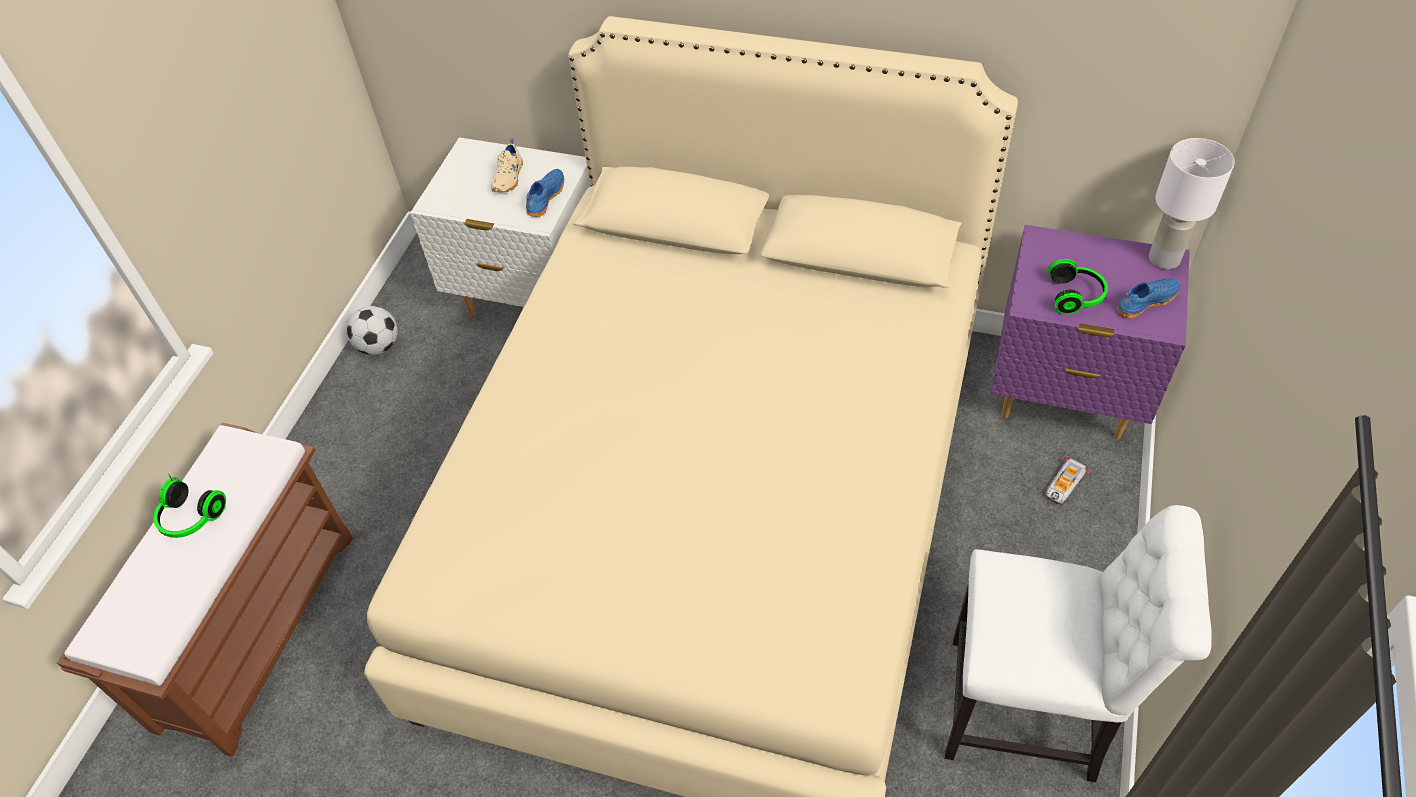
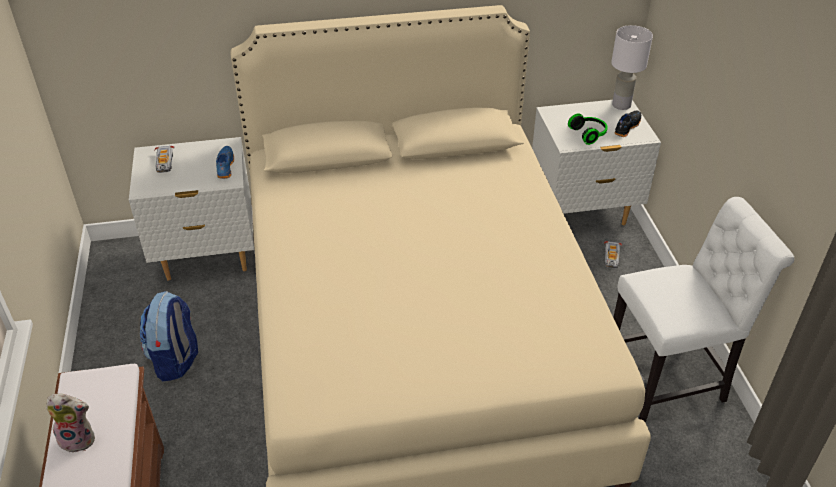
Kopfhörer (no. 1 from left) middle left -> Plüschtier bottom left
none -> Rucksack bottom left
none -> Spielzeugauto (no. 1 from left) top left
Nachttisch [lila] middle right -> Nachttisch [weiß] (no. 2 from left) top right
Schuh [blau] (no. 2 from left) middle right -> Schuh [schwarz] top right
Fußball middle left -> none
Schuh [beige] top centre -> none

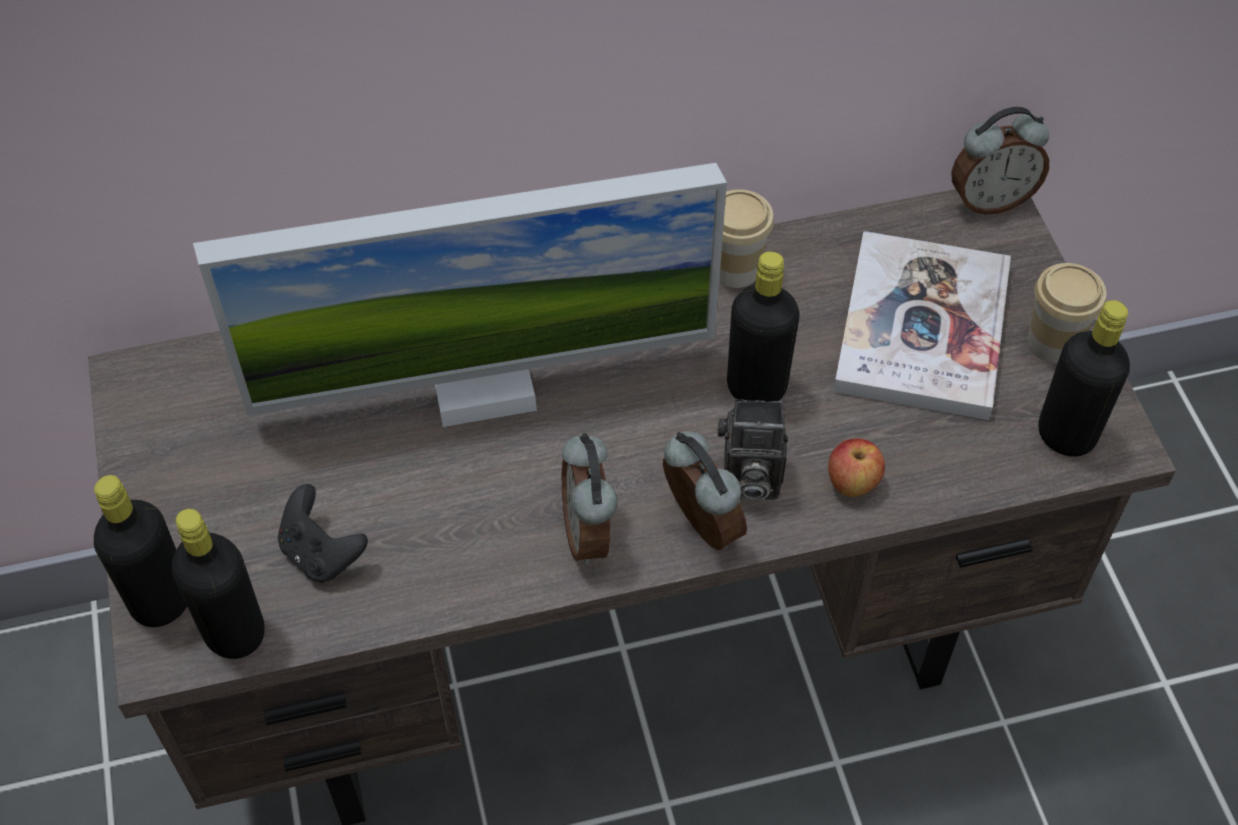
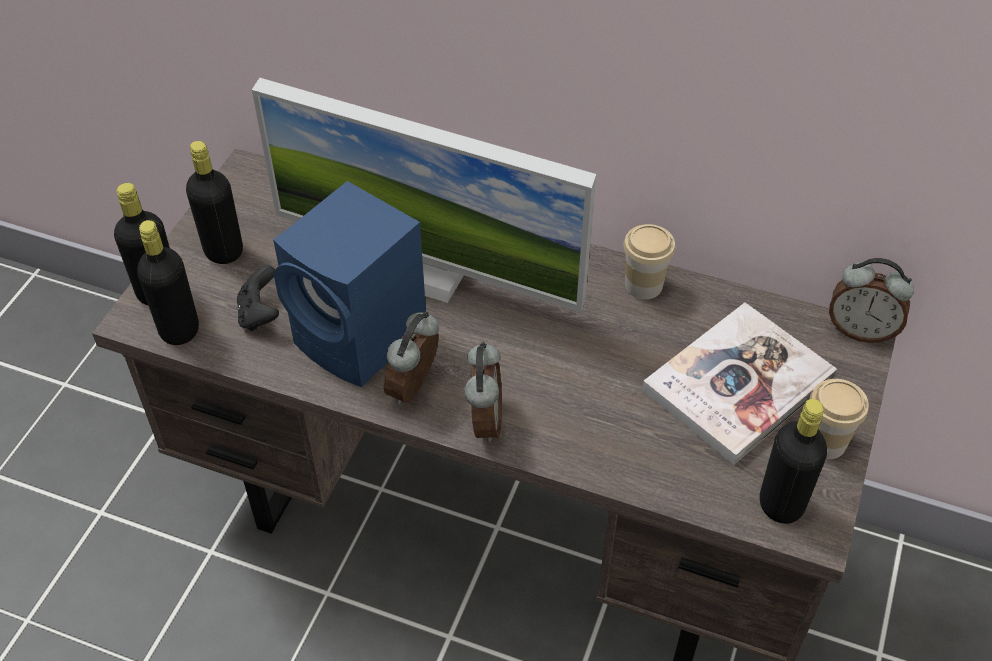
Flasche [schwarz] (no. 3 from left) centre -> Flasche [schwarz] (no. 3 from left) top left, relocated
none -> Lautsprecher [blau] centre
Kamera centre -> none
Apfel middle right -> none

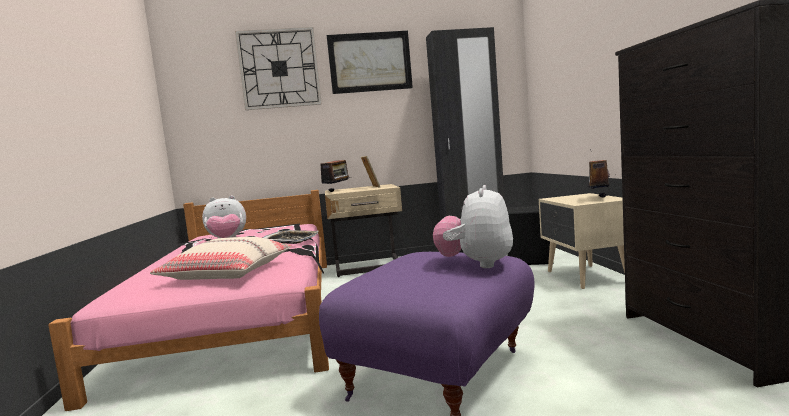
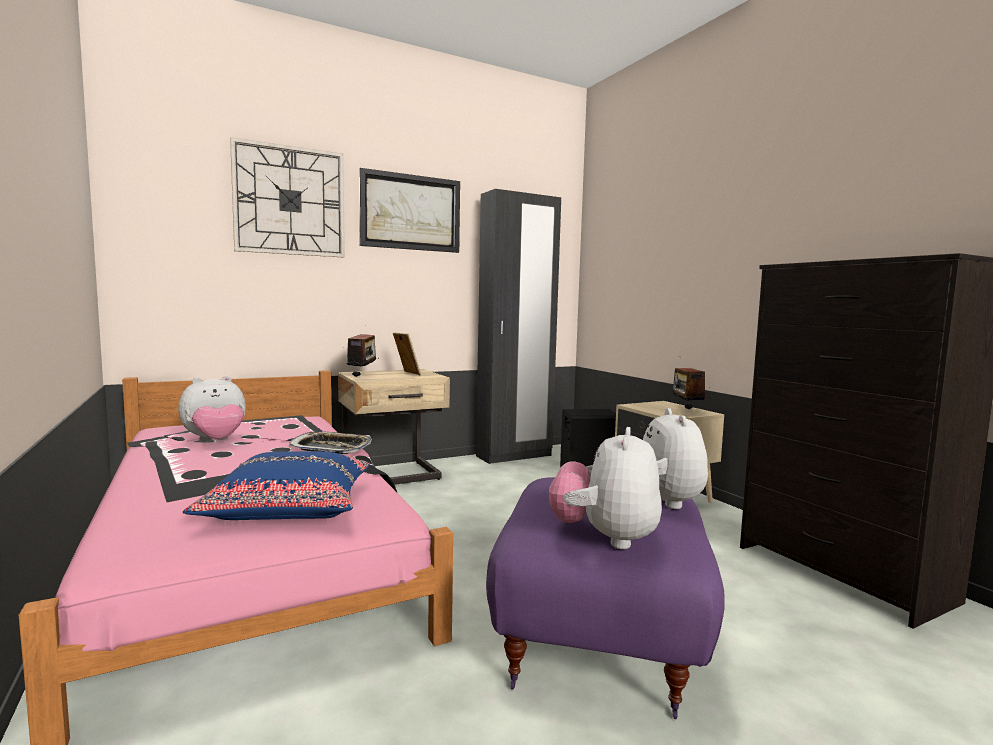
Kissen [beige] middle left -> Kissen [blau] middle left
none -> Plüschtier (no. 2 from left) centre

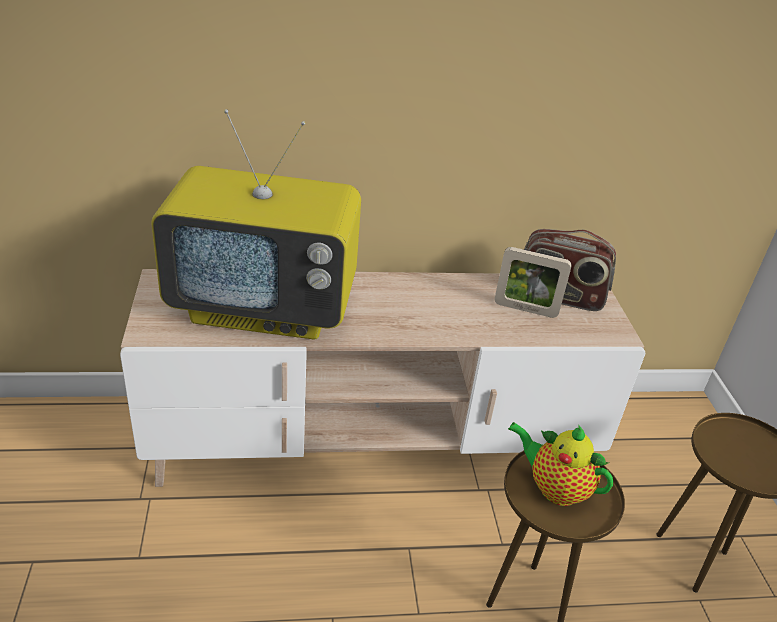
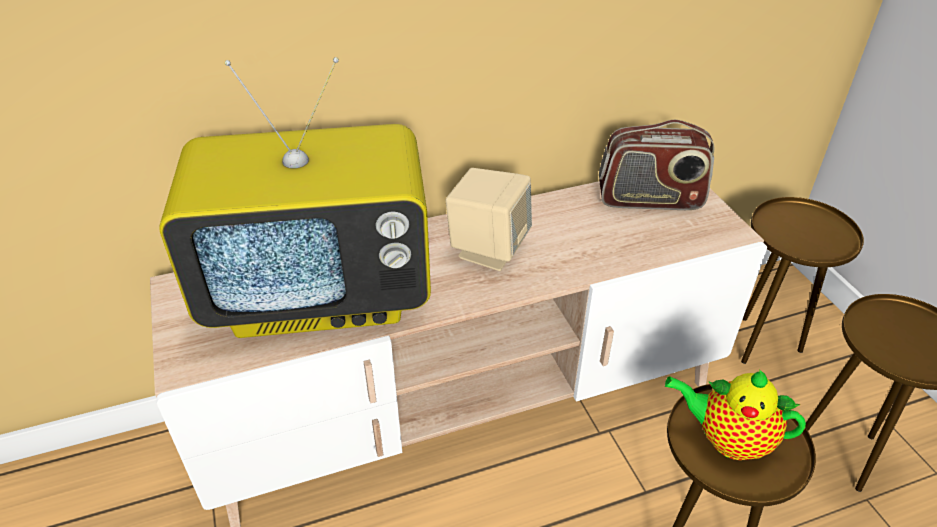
none -> Lautsprecher [beige] centre
none -> Beistelltisch [braun] (no. 2 from left) middle right
Bilderrahmen middle right -> none

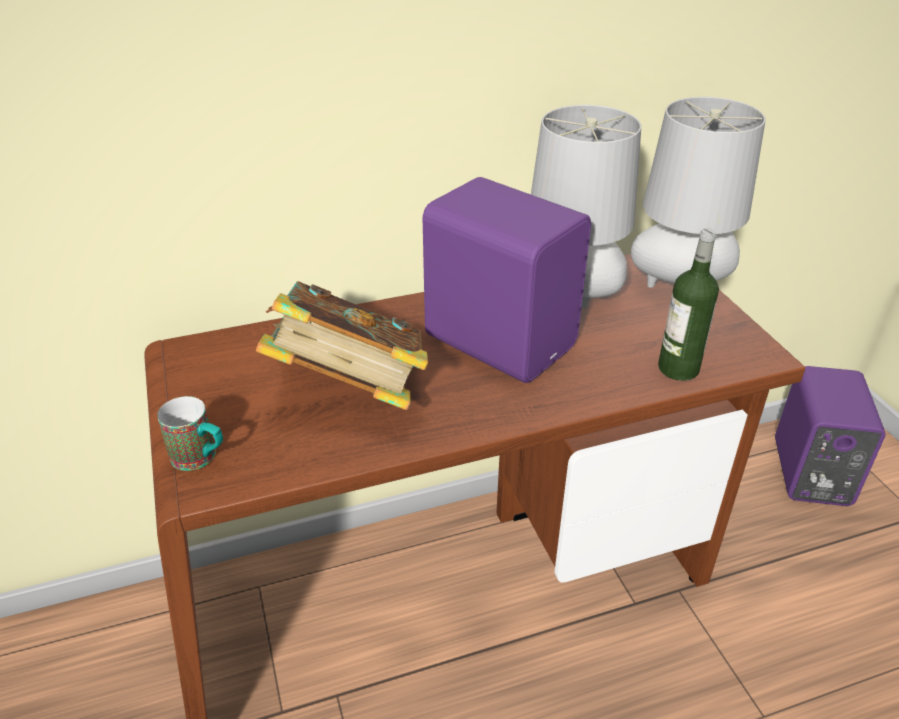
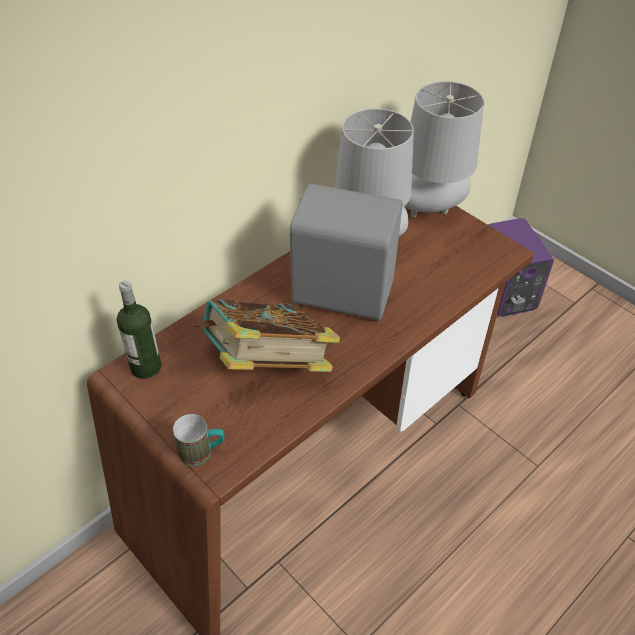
Flasche middle right -> Flasche middle left, relocated
Lautsprecher [lila] (no. 1 from left) centre -> Lautsprecher [grau] centre

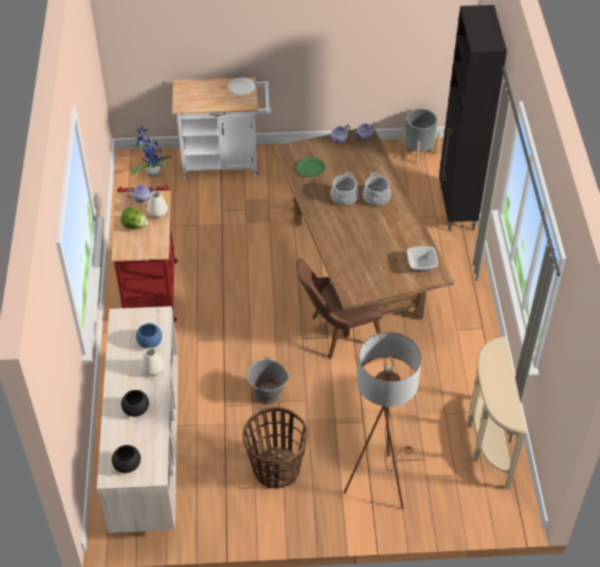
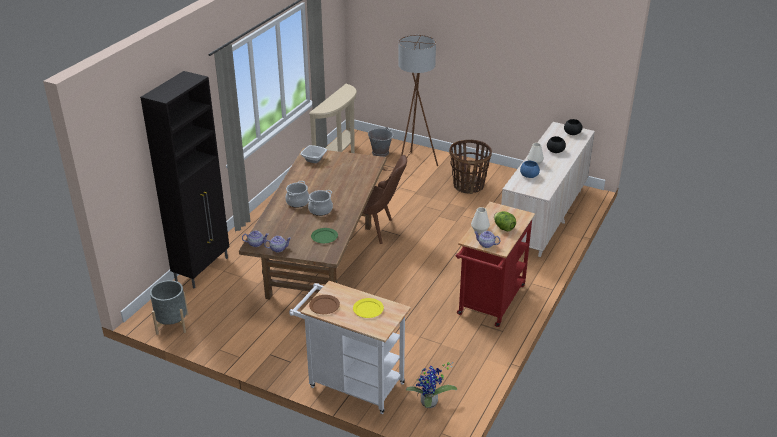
Teller [weiß] top centre -> Teller [braun] bottom centre
none -> Teller [gelb] bottom centre
Eimer [grau] bottom centre -> Eimer [grau] top centre, relocated

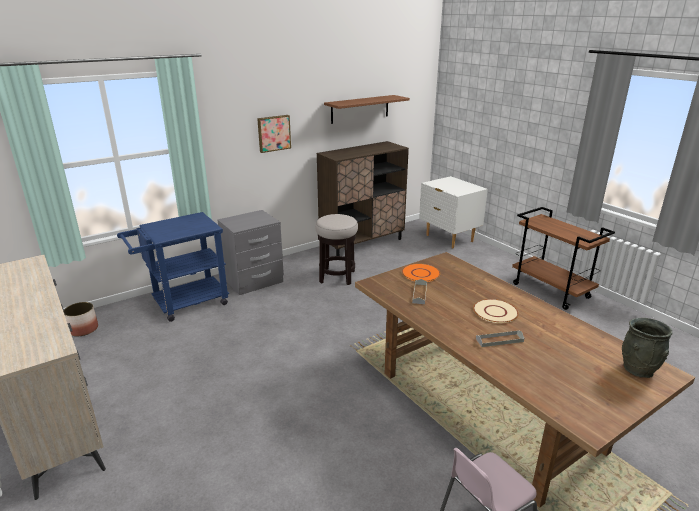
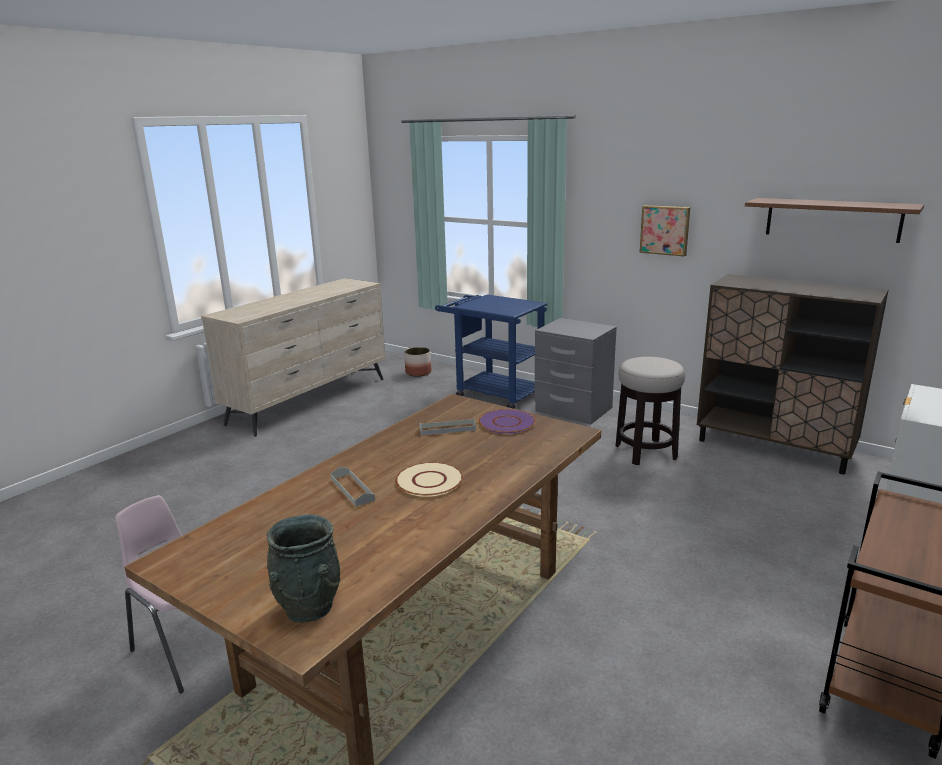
Teller [orange] centre -> Teller [lila] centre

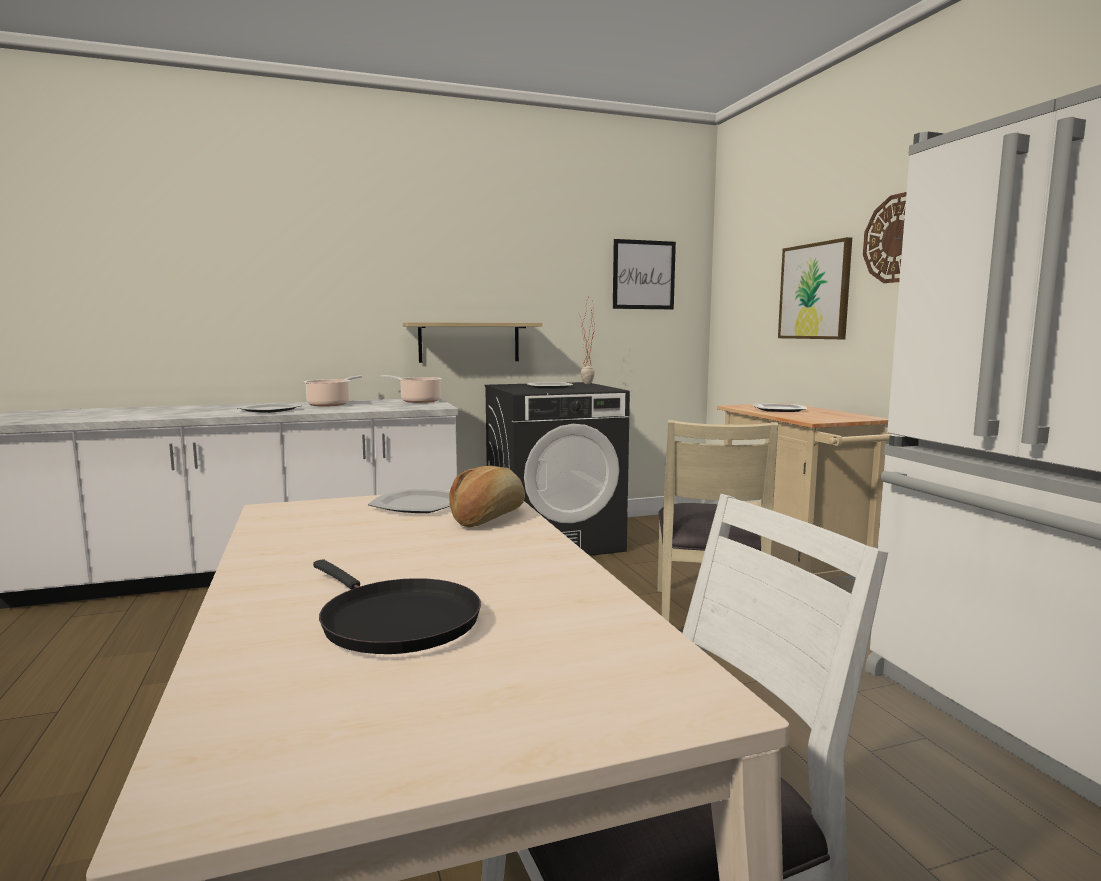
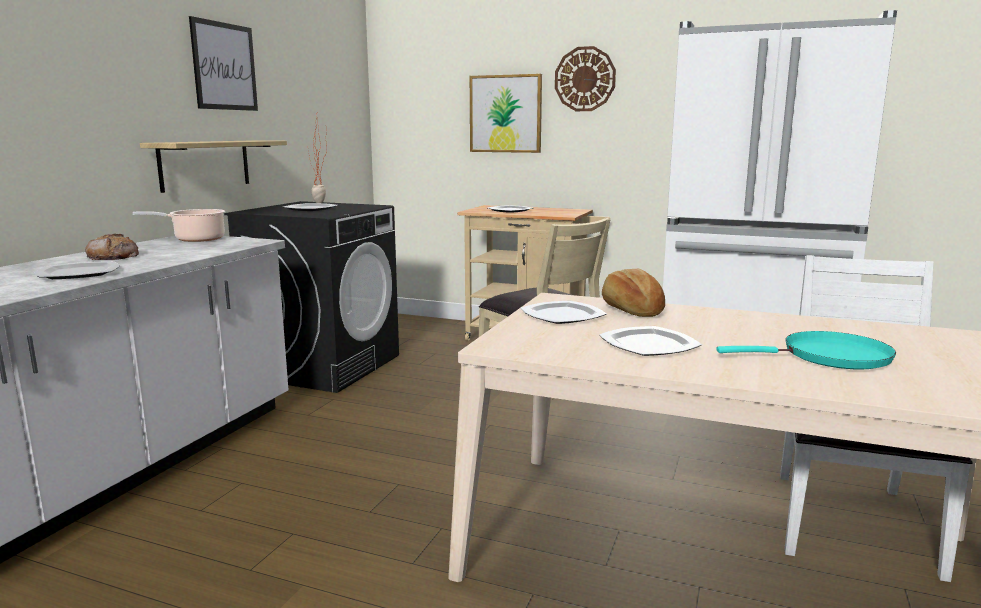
Kochtopf (no. 1 from left) middle left -> Brot (no. 1 from left) middle left
Bild (no. 1 from left) top centre -> Bild (no. 1 from left) top left, relocated
none -> Teller (no. 5 from left) centre
Pfanne [schwarz] bottom centre -> Pfanne [türkis] middle right

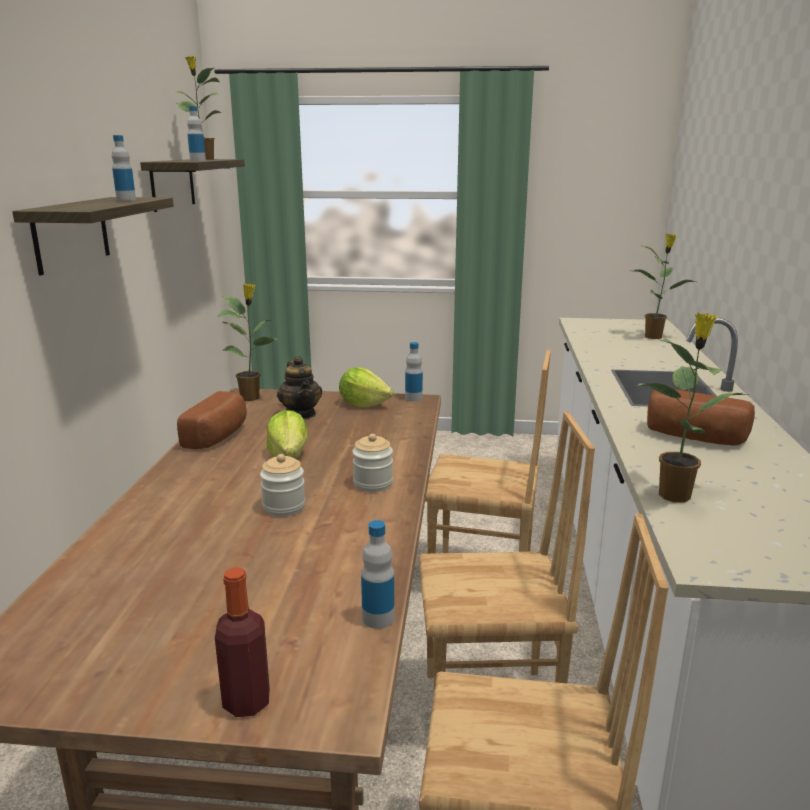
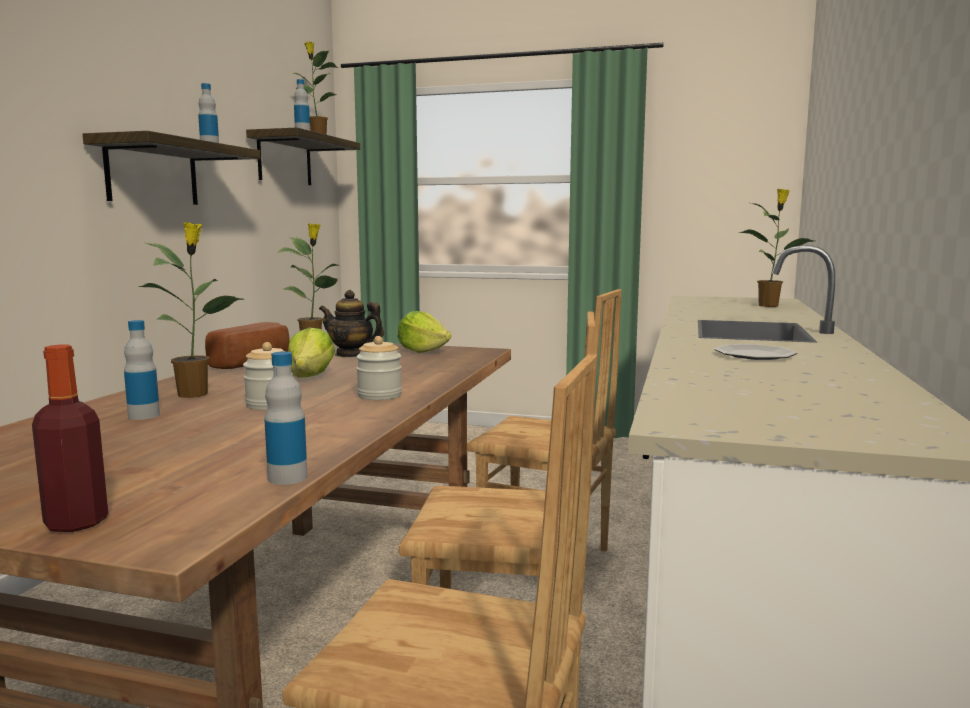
Flasche (no. 5 from left in the first image) centre -> Flasche (no. 2 from left) middle left, relocated
Topfpflanze (no. 4 from left in the first image) middle right -> Topfpflanze (no. 1 from left) middle left, relocated
Teekanne centre, 120 degrees clockwise
Brot (no. 2 from left) middle right -> Teller middle right

